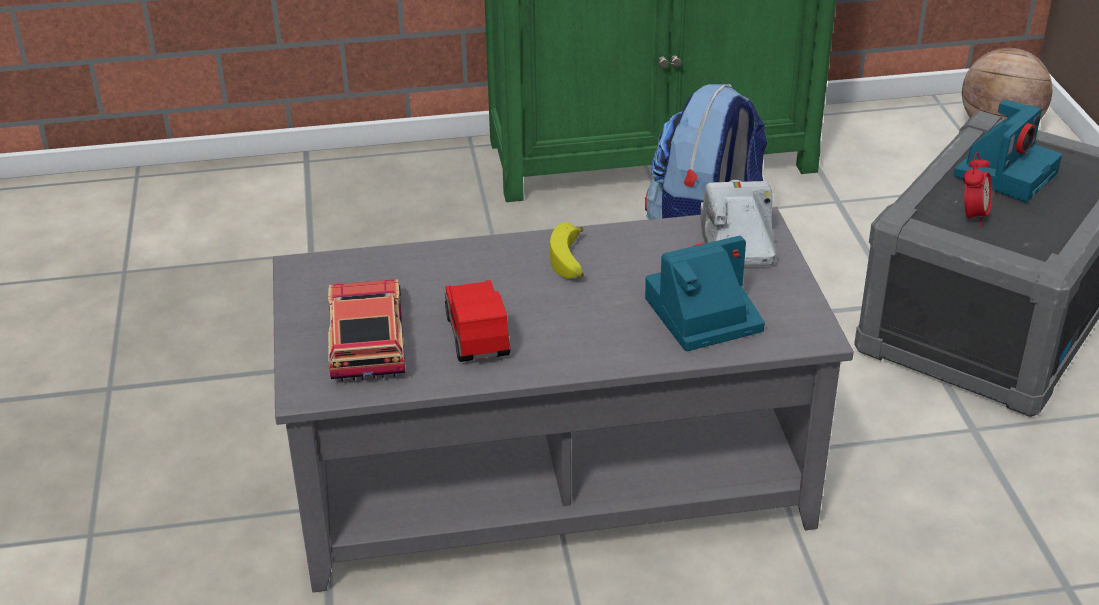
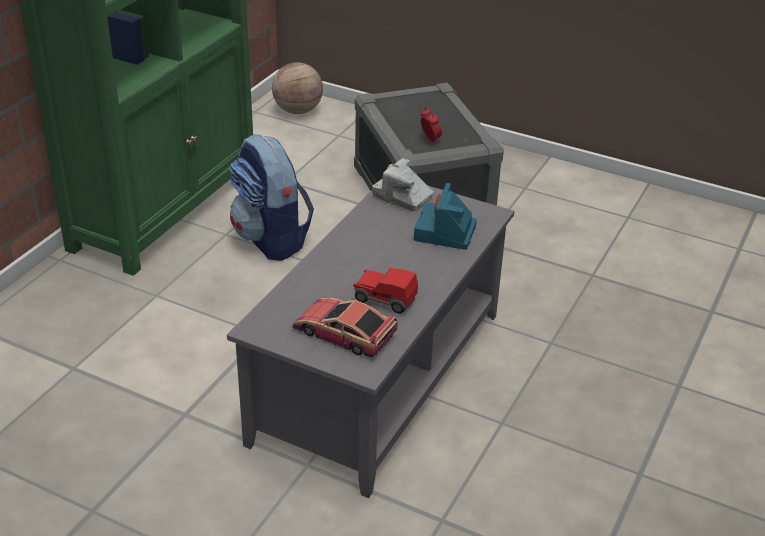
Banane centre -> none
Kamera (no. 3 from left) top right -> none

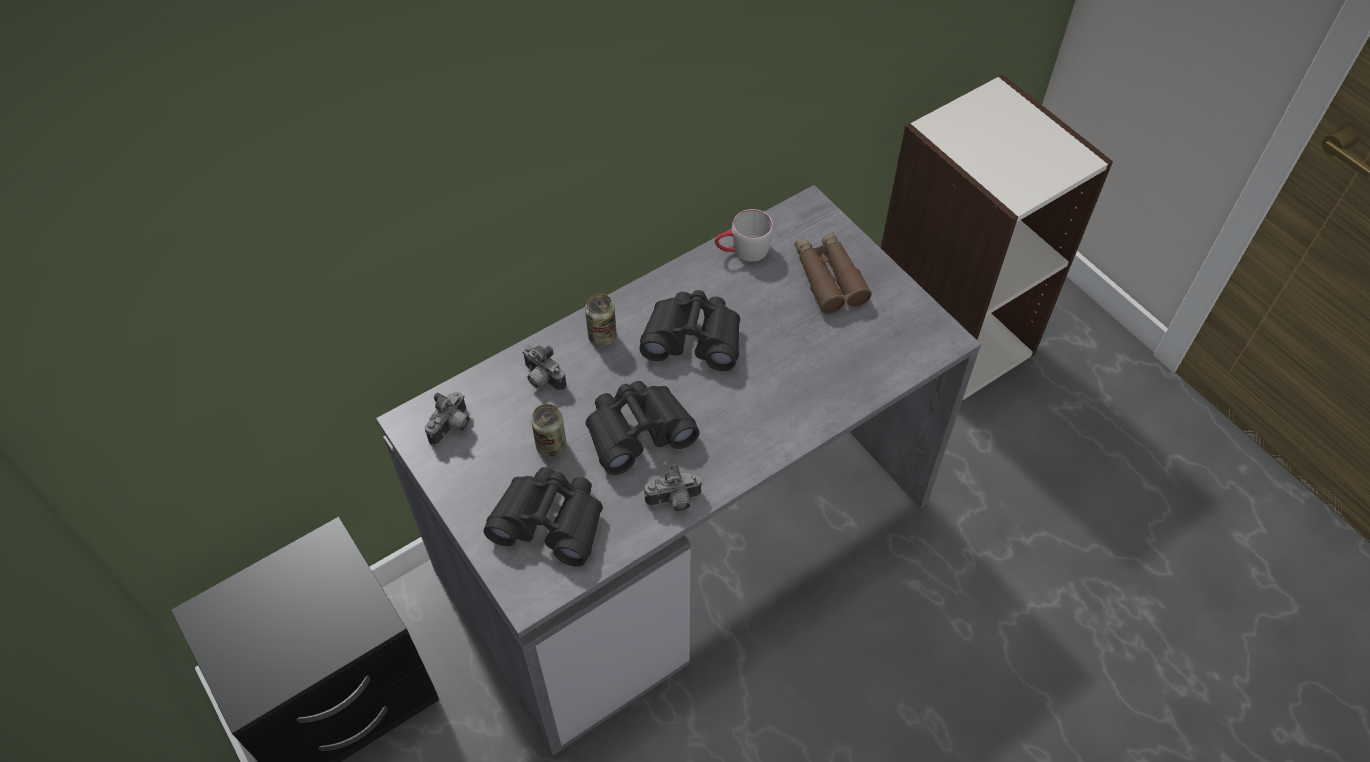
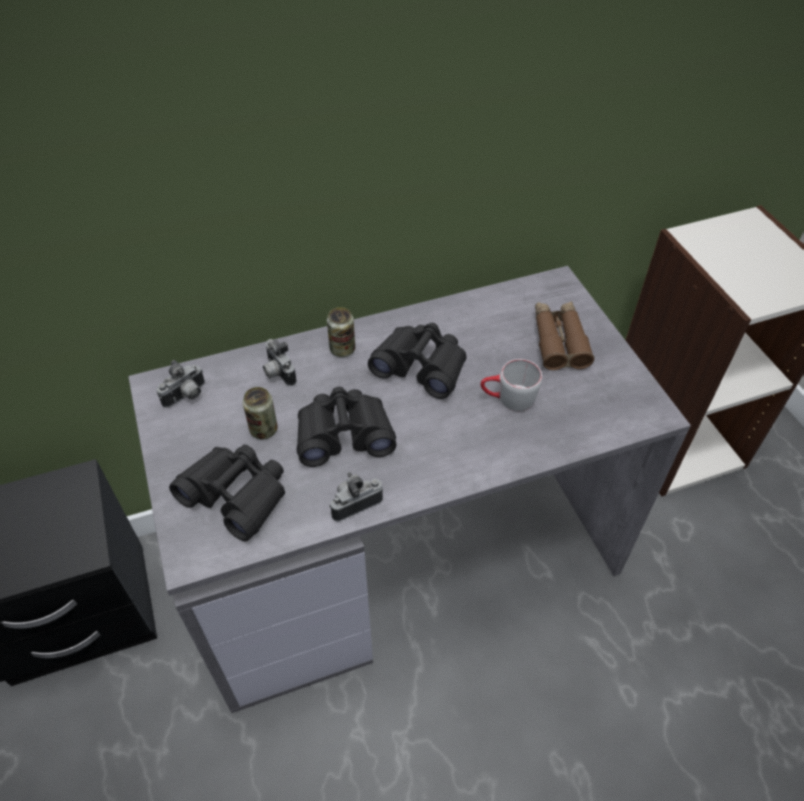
Kamera (no. 3 from left) centre, 150 degrees clockwise
Henkelbecher [grau] top centre -> Henkelbecher [grau] centre, relocated

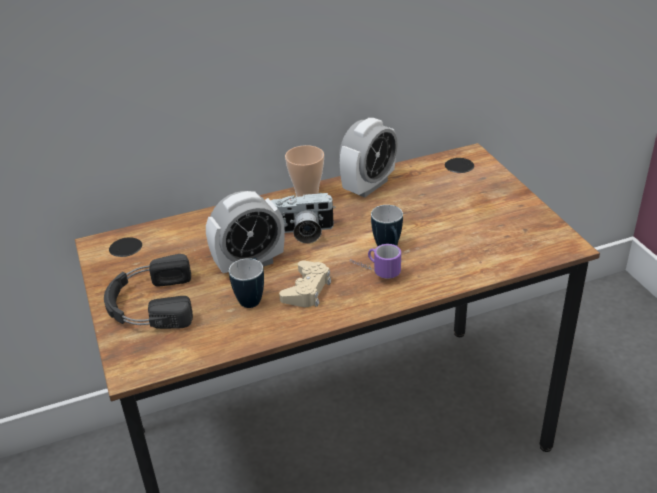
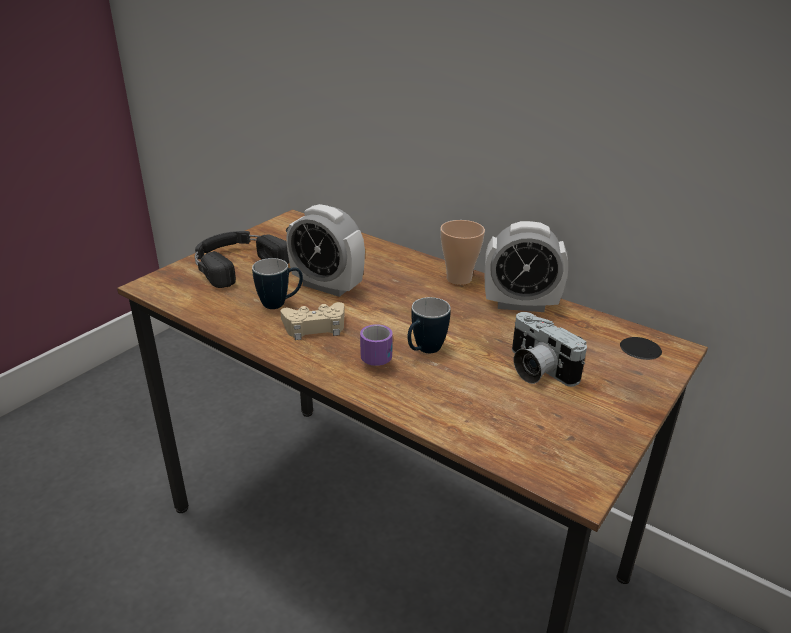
Kamera centre -> Kamera middle right, relocated

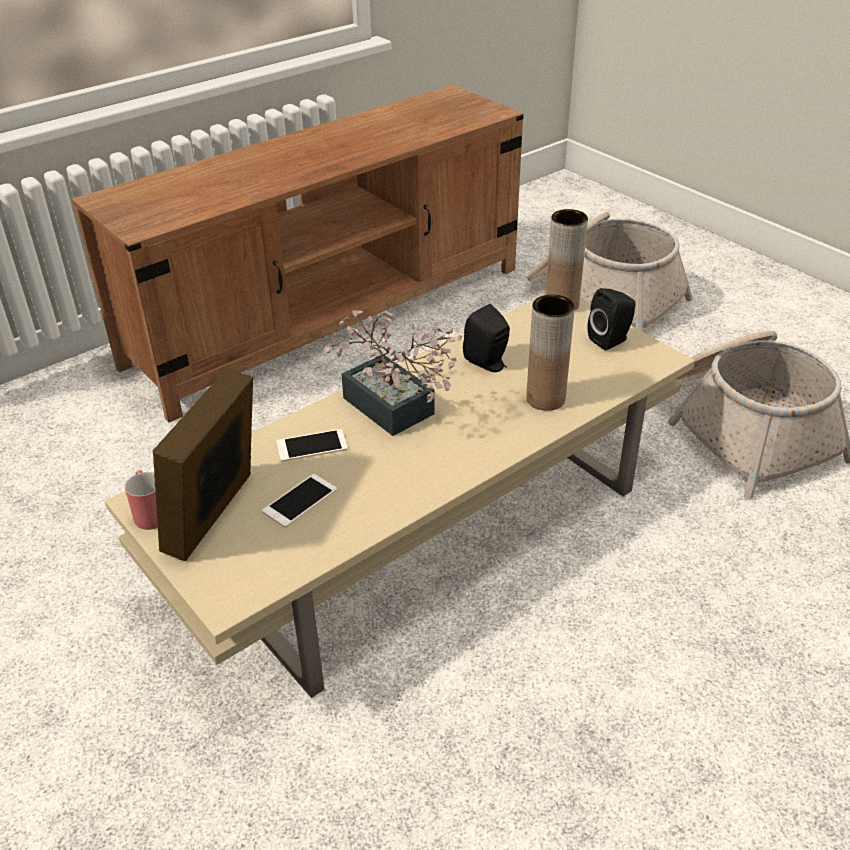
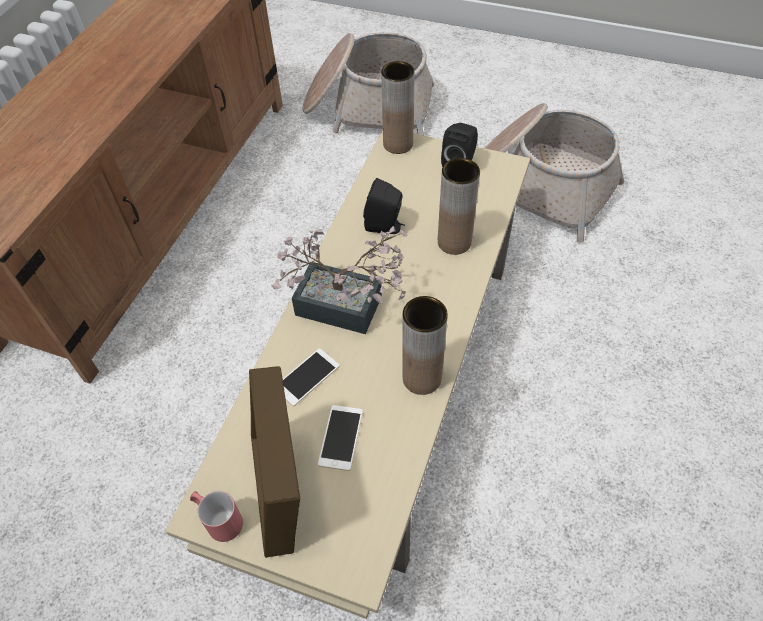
none -> Vase [braun] (no. 2 from left) centre

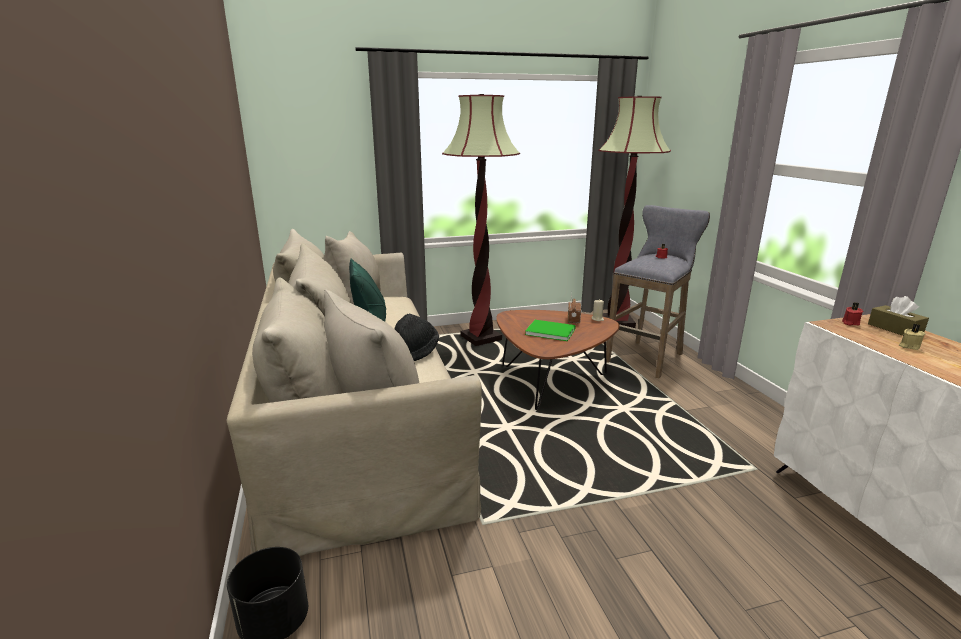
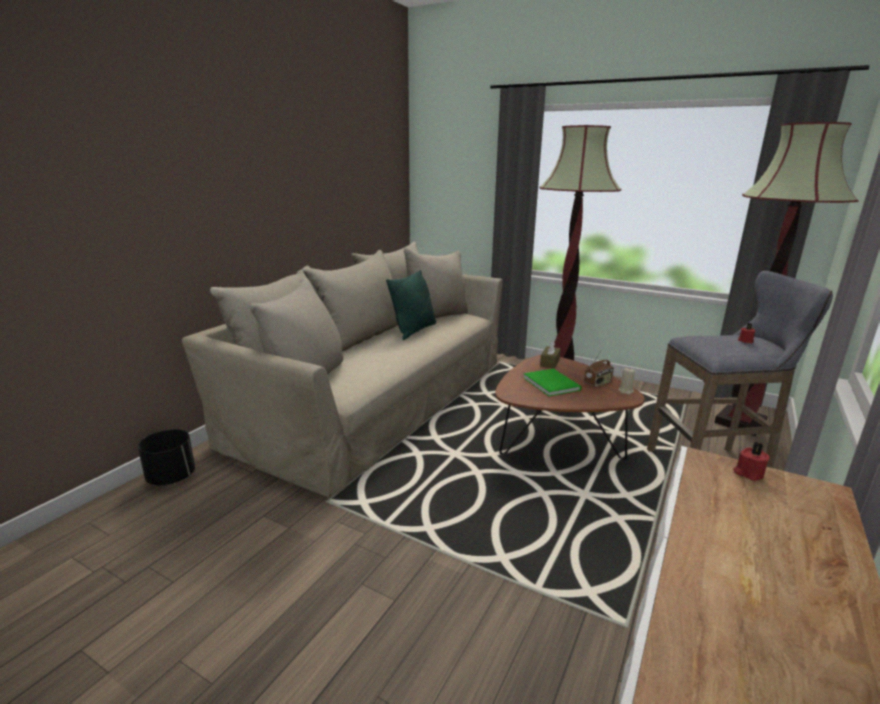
Taschentuchbox [braun] middle right -> Taschentuchbox [braun] centre, relocated
Hut [schwarz] centre -> none
Kerze [beige] (no. 2 from left) middle right -> none

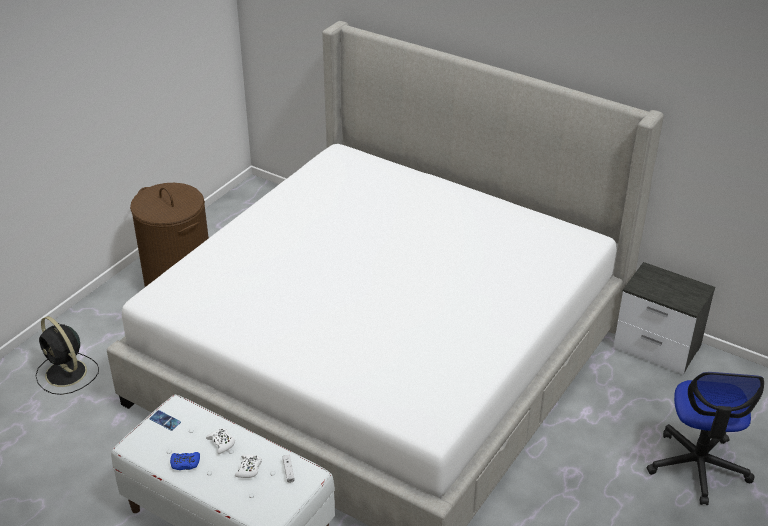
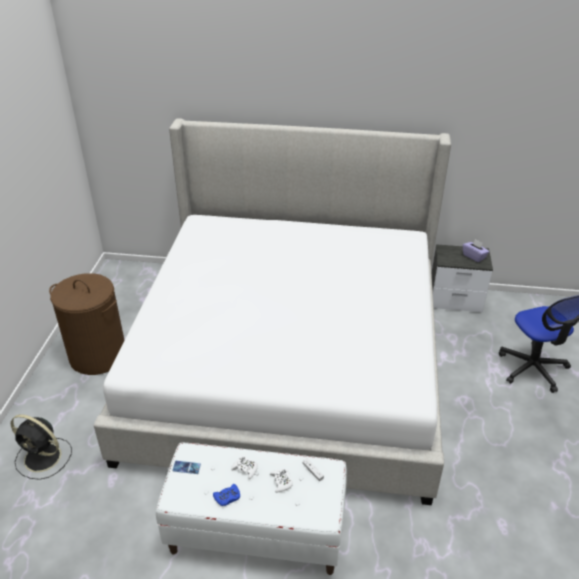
none -> Taschentuchbox [lila] middle right

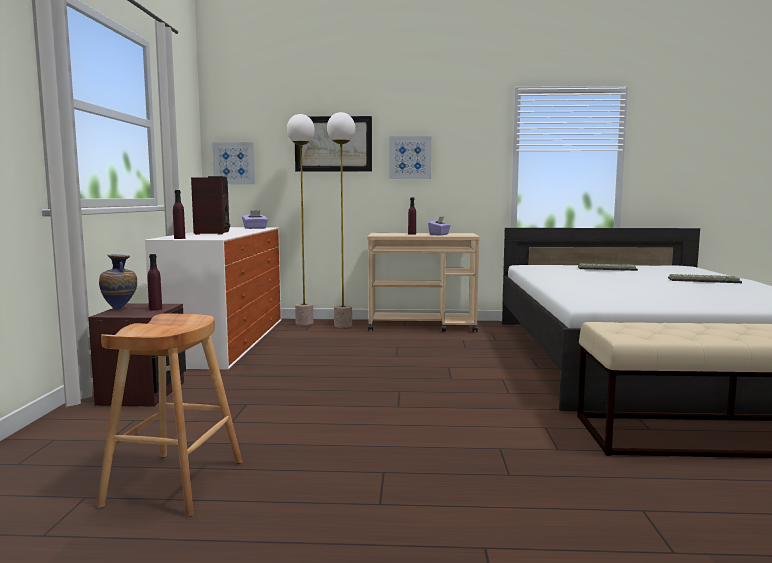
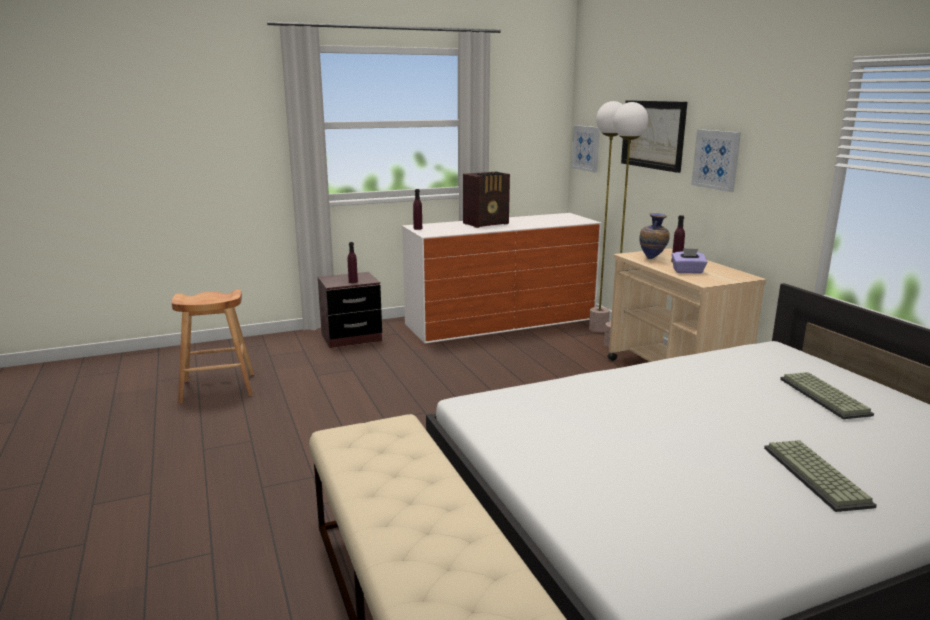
Vase middle left -> Vase middle right, relocated
Taschentuchbox [lila] (no. 1 from left) middle left -> none

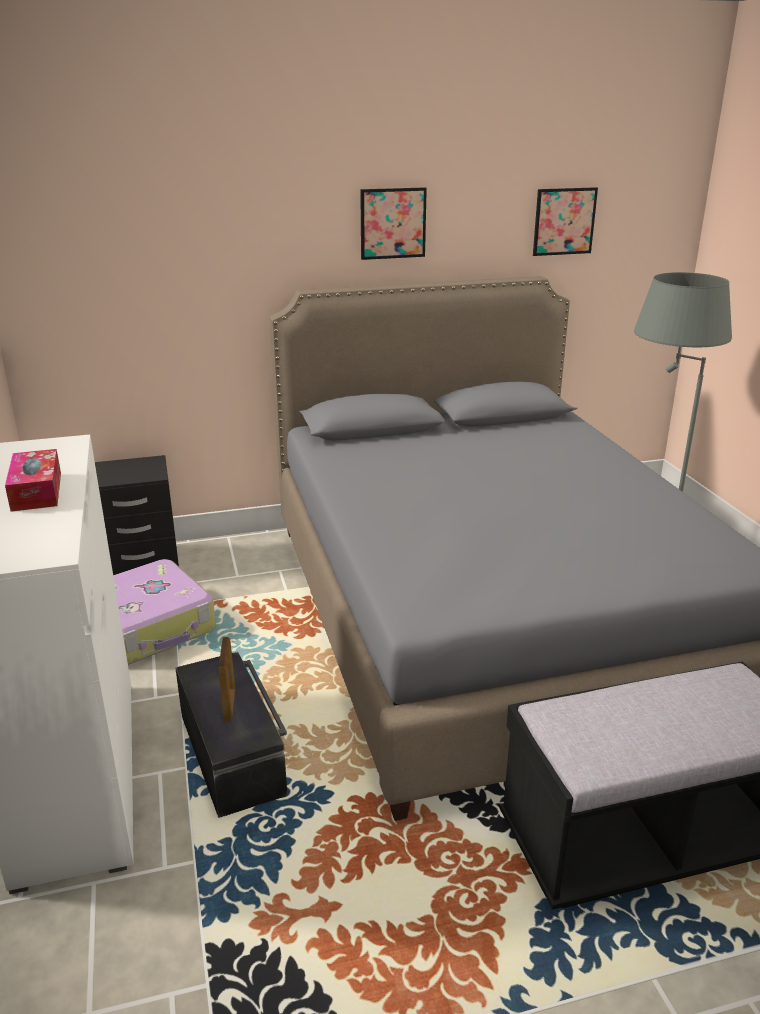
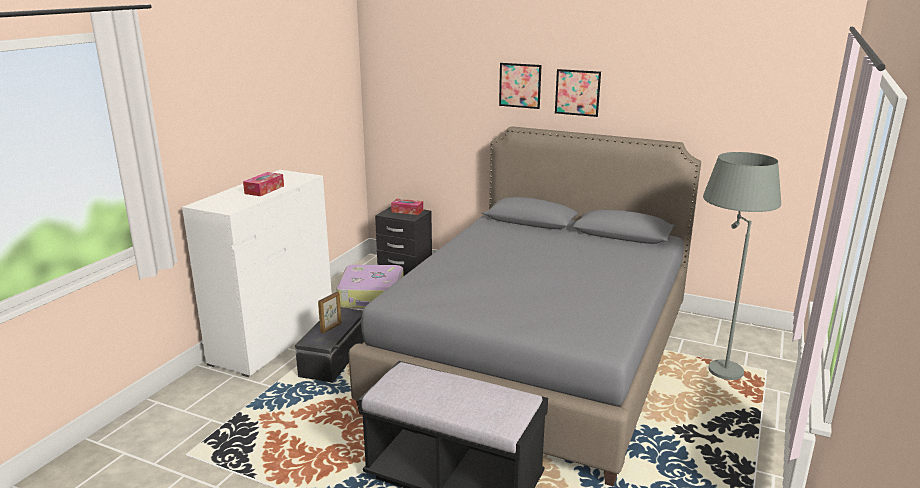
none -> Taschentuchbox (no. 2 from left) centre
Bild (no. 2 from left in the first image) top right -> Bild (no. 1 from left) top centre, relocated

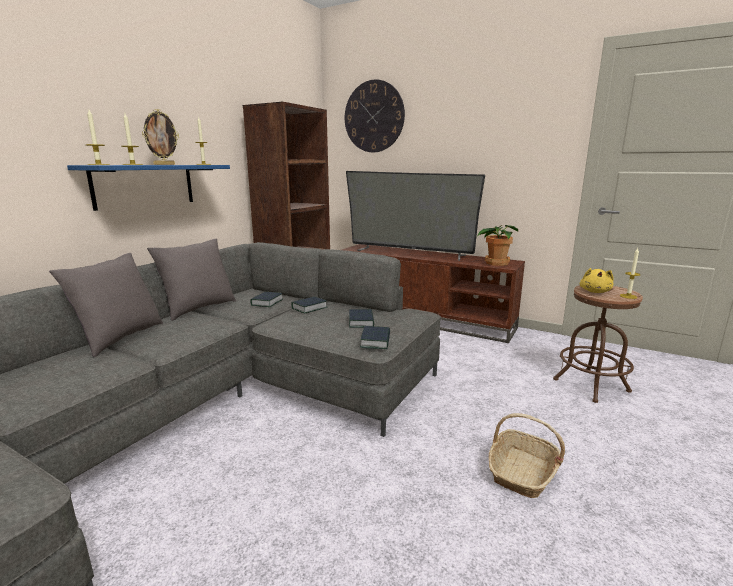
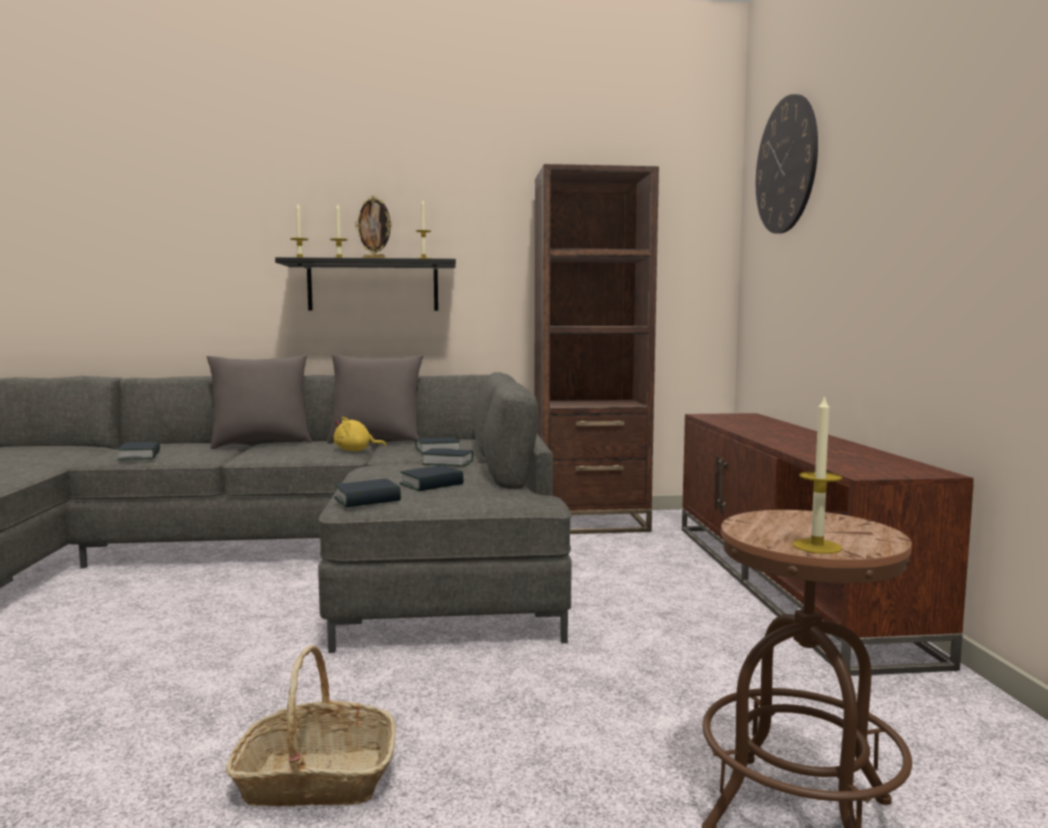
none -> Buch (no. 1 from left) middle left
Wandregal [blau] top left -> Wandregal [schwarz] centre
Plüschtier [gelb] middle right -> Plüschtier [gelb] centre, relocated
Fernseher centre -> none
Topfpflanze middle right -> none

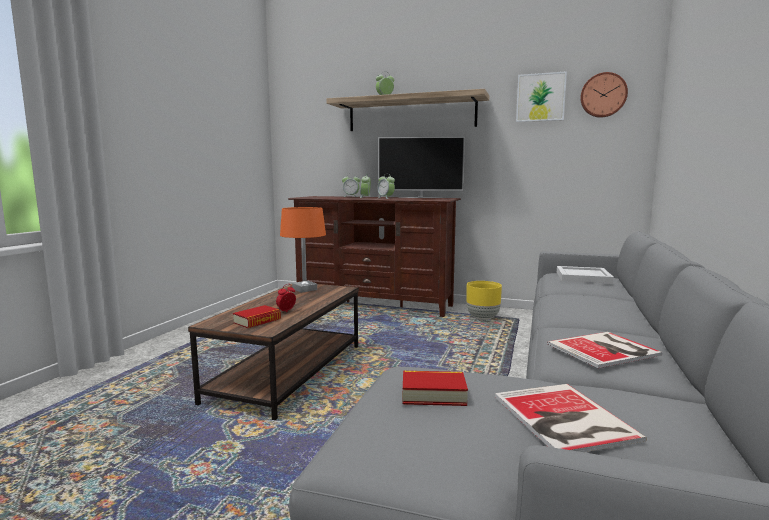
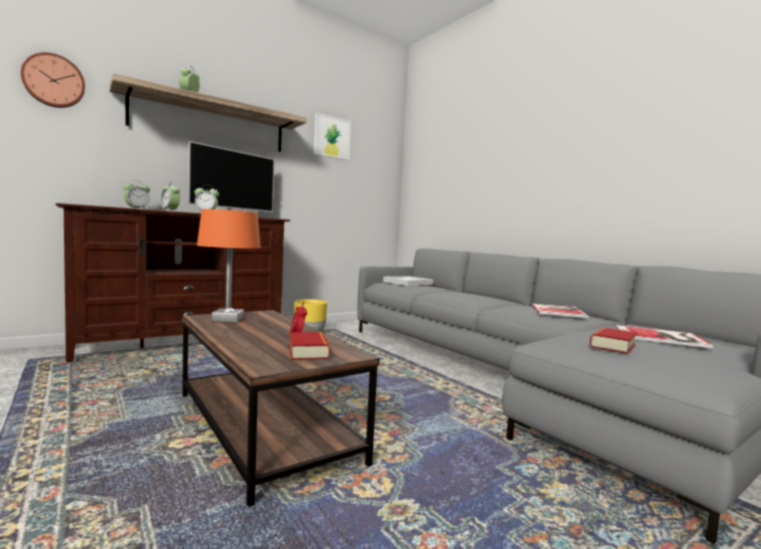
Wanduhr top right -> Wanduhr top left, relocated

